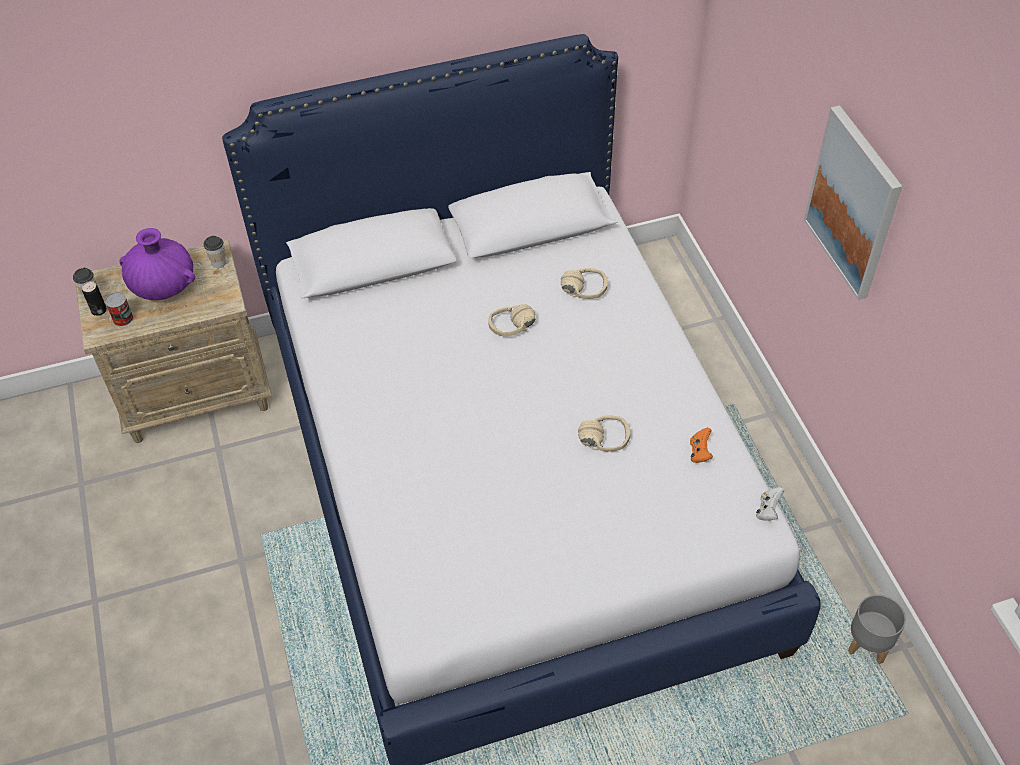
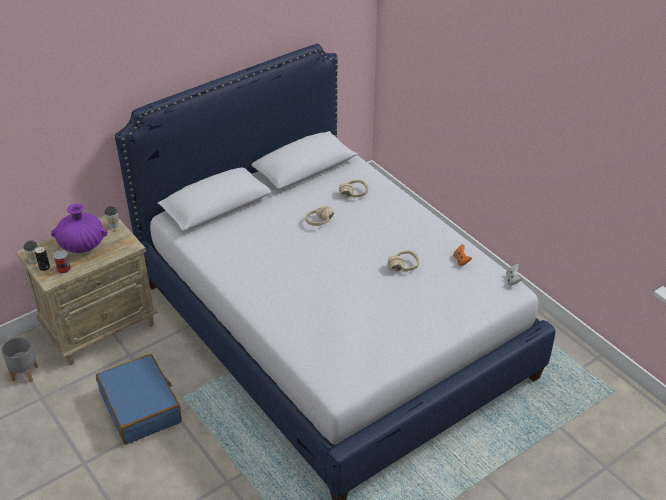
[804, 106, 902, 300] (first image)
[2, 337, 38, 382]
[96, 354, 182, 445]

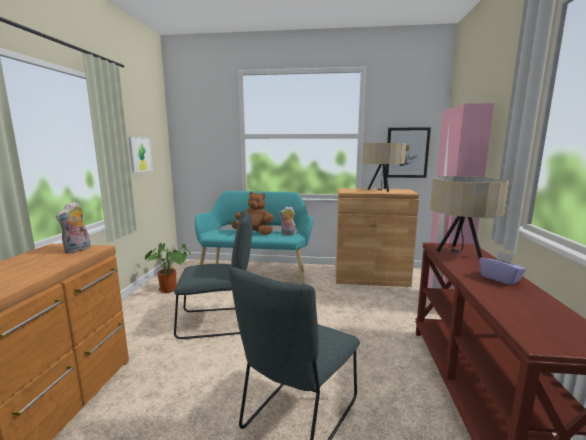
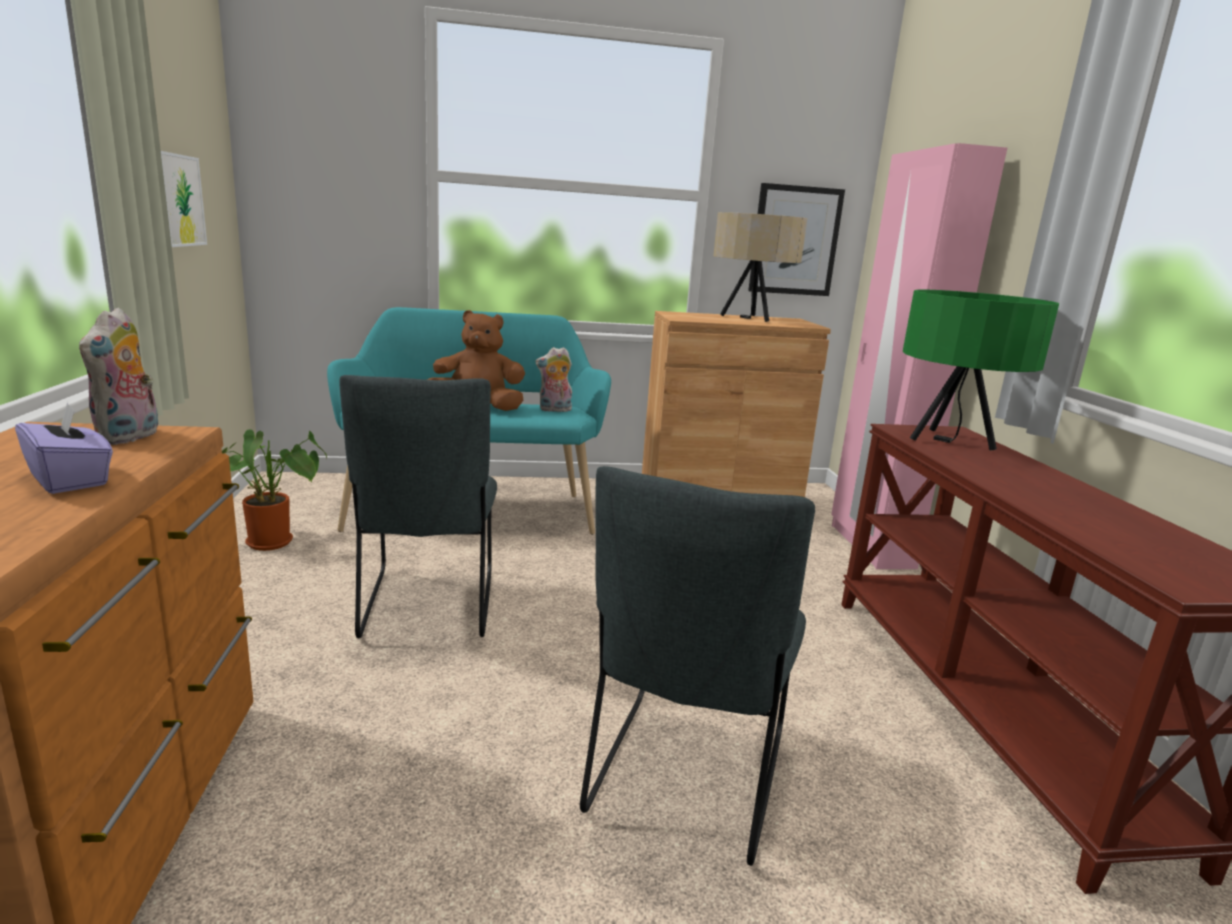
[339, 375, 497, 639]
[903, 290, 1059, 450]
[15, 402, 113, 494]

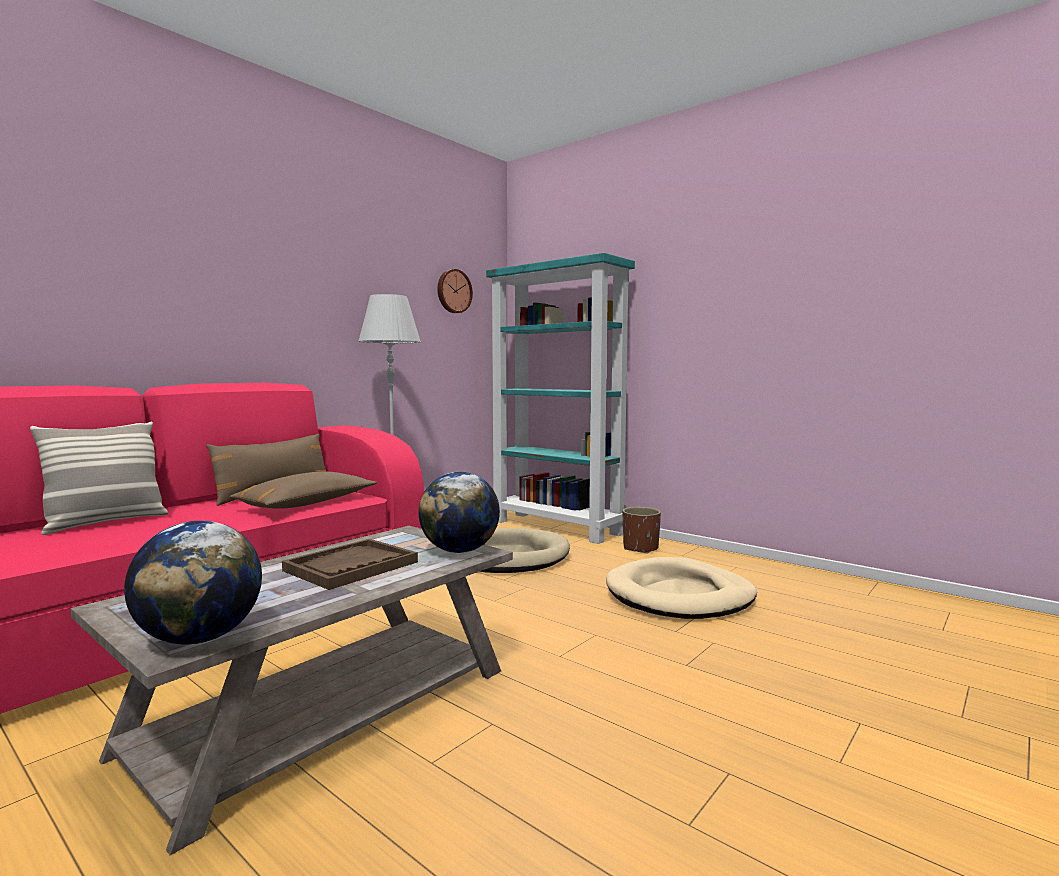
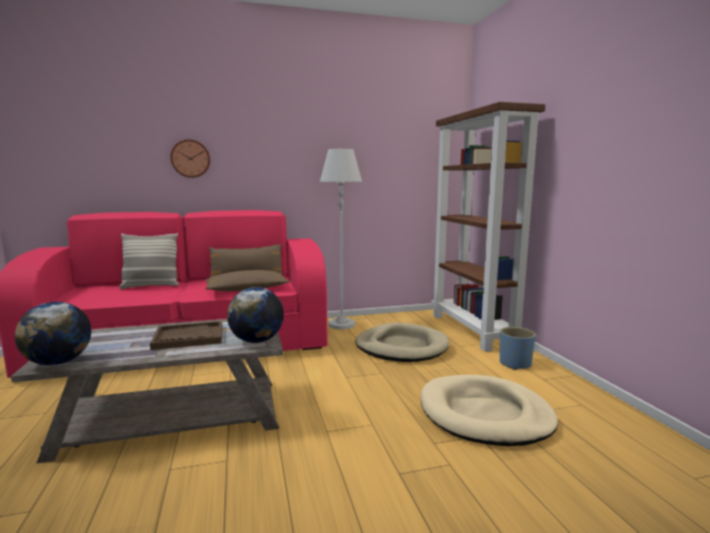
[171, 139, 210, 178]
[431, 102, 546, 352]
[500, 327, 536, 370]

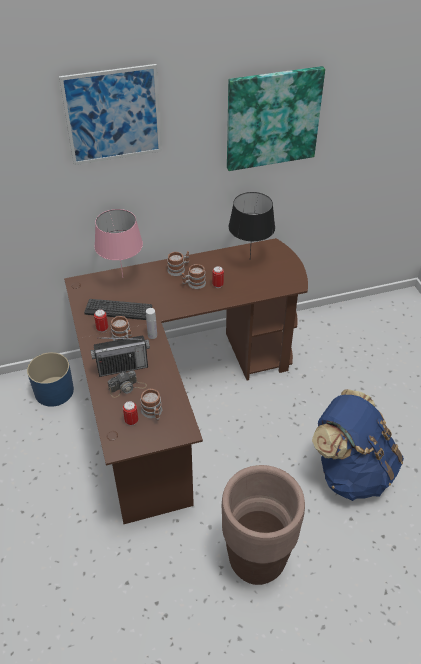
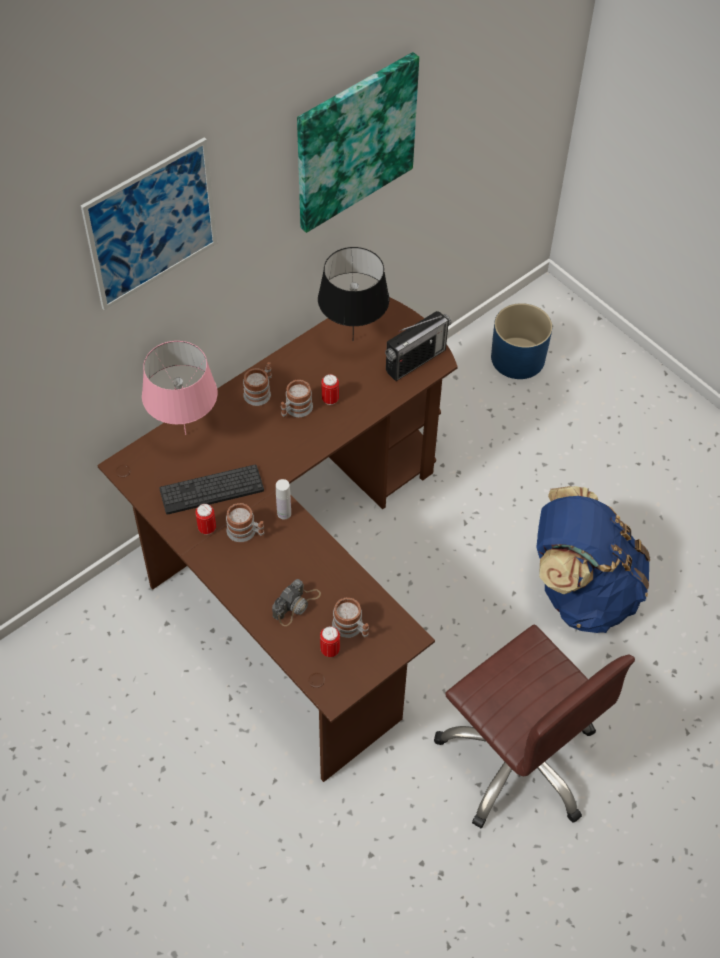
[491, 303, 552, 379]
[385, 311, 452, 381]
[434, 625, 635, 828]

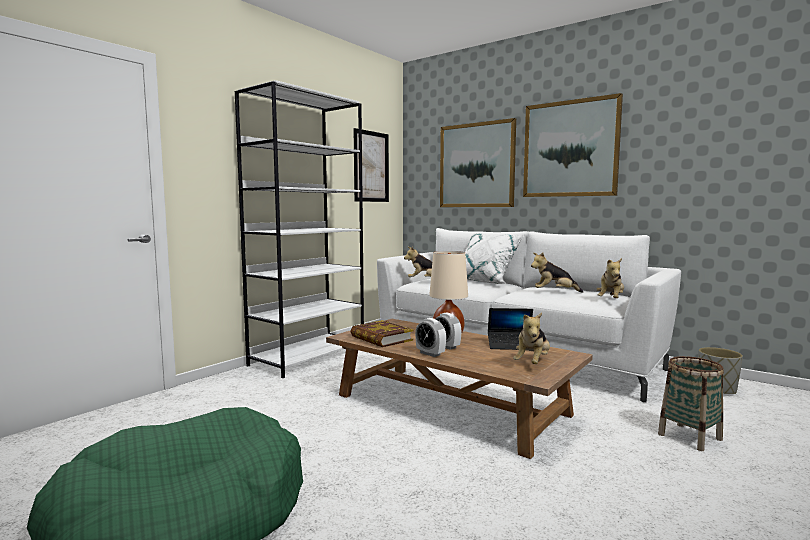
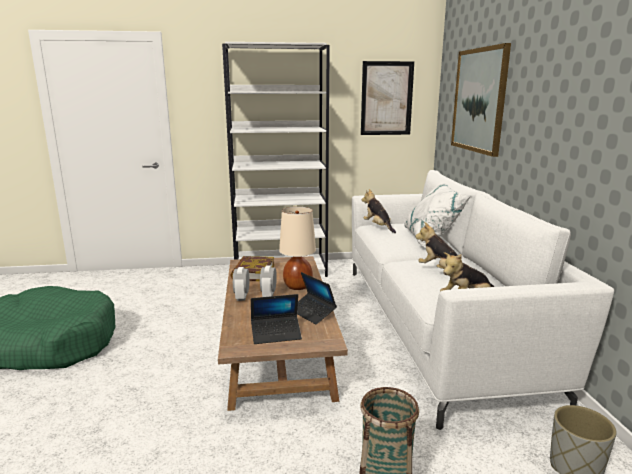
[251, 294, 302, 344]
[523, 93, 623, 197] (first image)

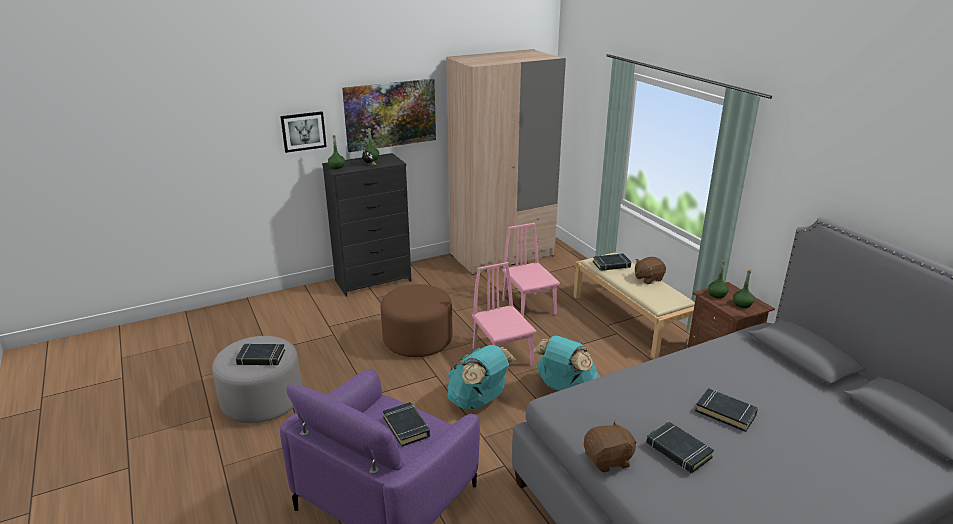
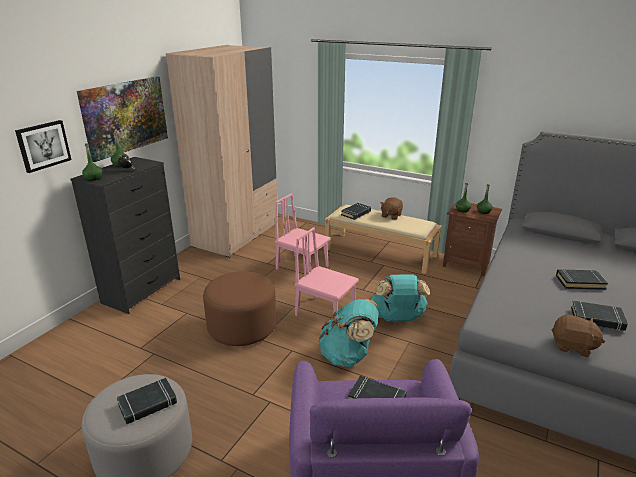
[551, 314, 605, 357]

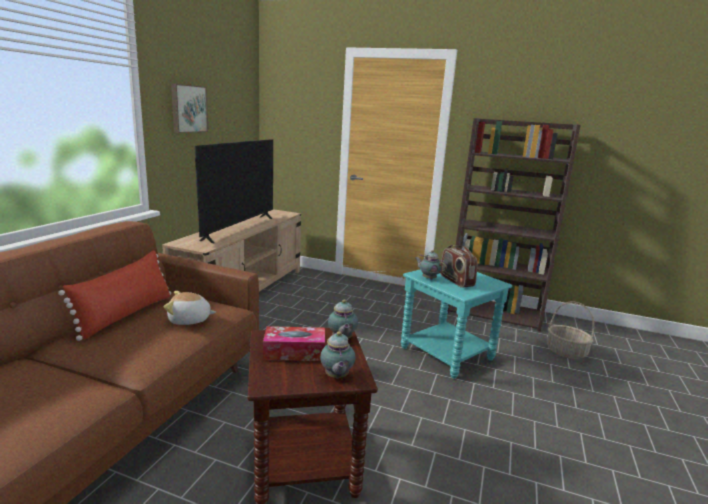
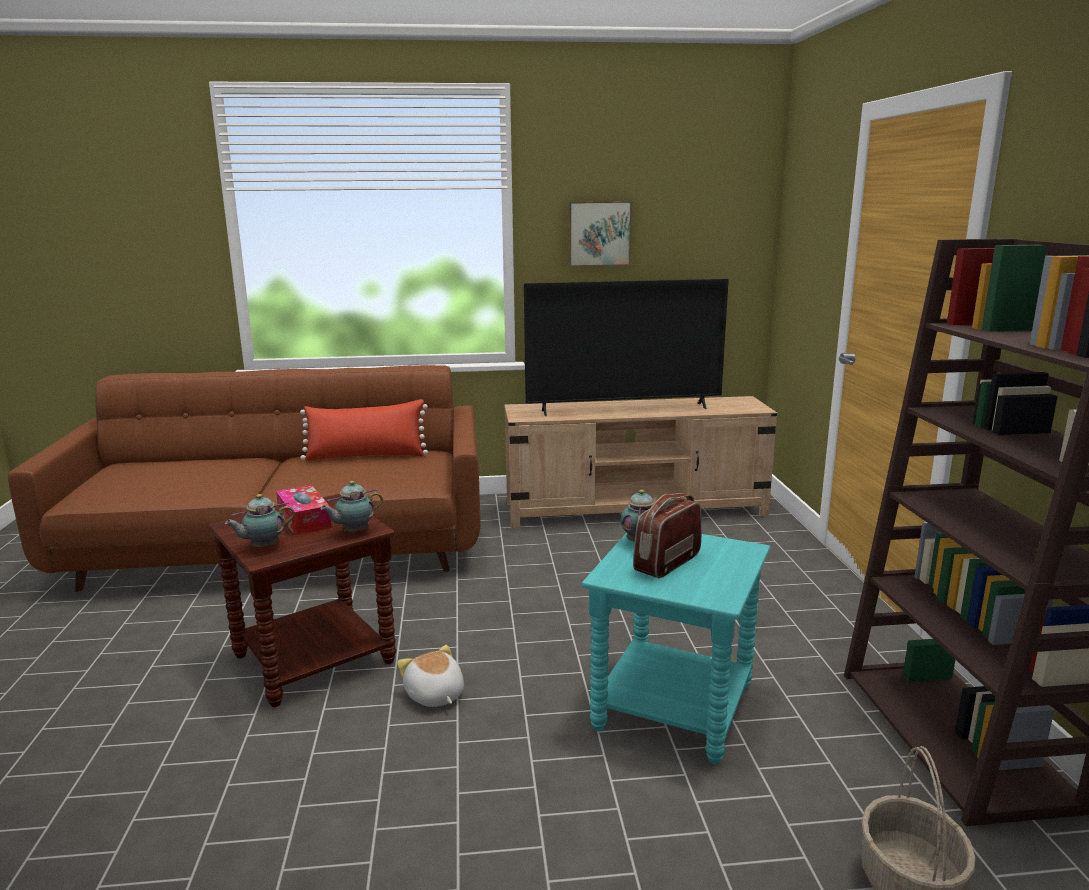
[397, 645, 464, 707]

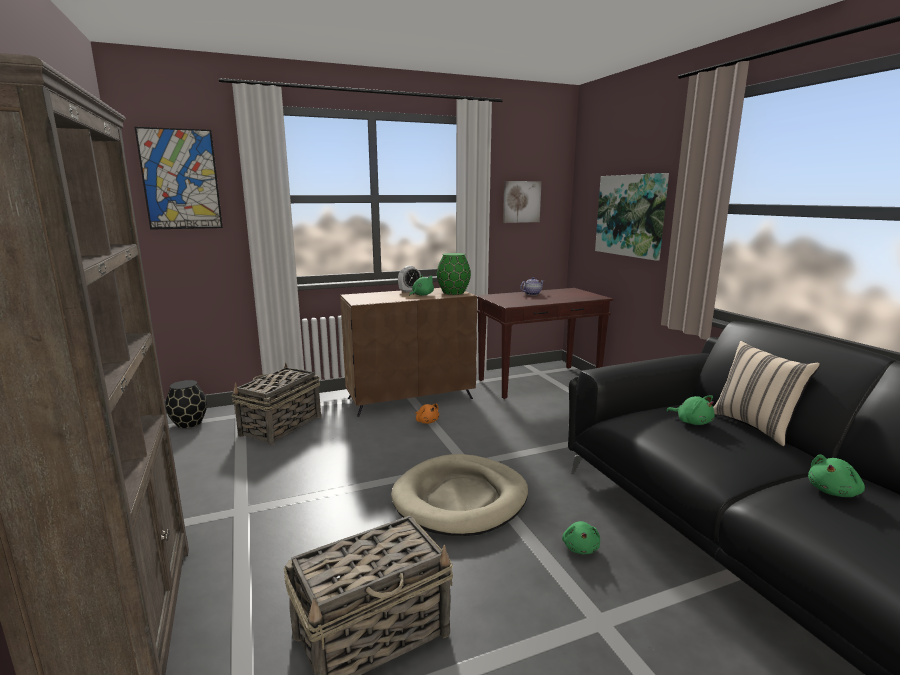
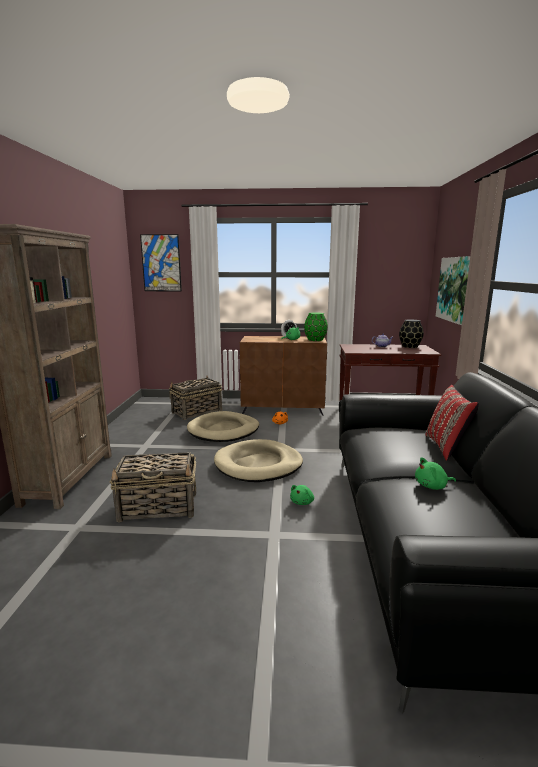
[399, 320, 424, 348]
[503, 181, 542, 223] (first image)
[666, 396, 715, 425] (first image)
[425, 385, 479, 461]
[187, 411, 259, 442]

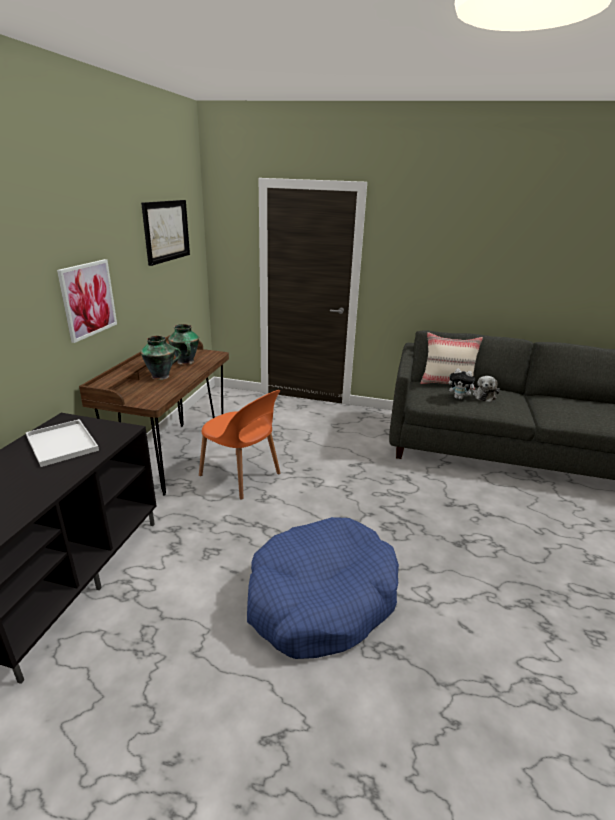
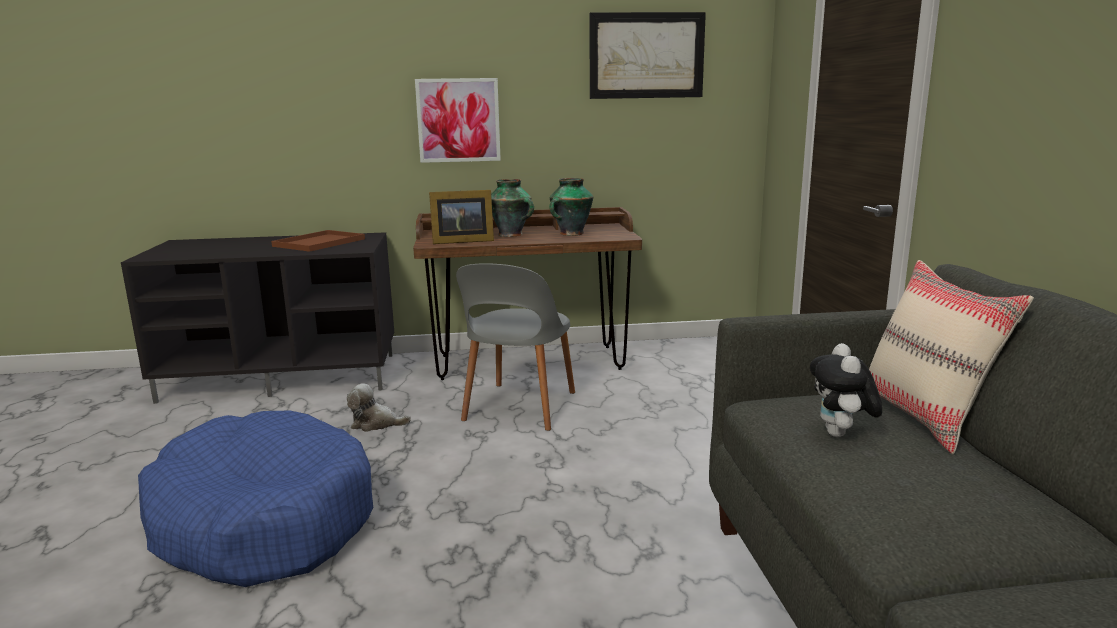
[271, 230, 365, 252]
[456, 263, 575, 431]
[347, 383, 411, 432]
[429, 190, 494, 244]

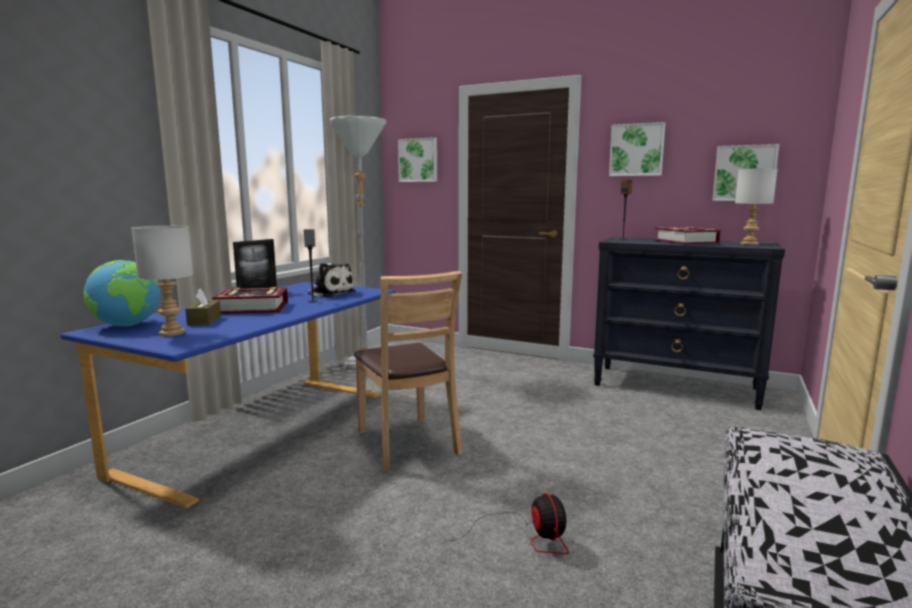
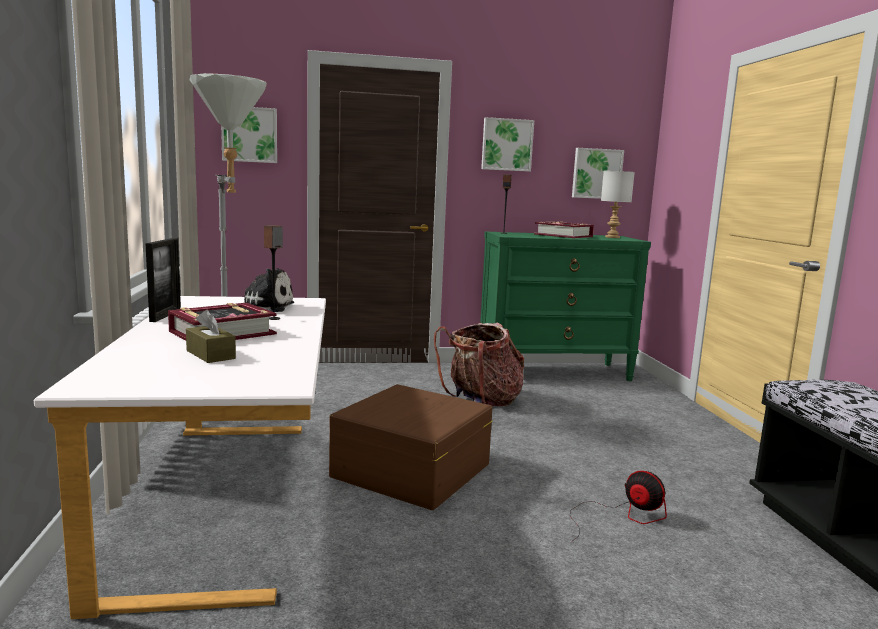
[34, 296, 326, 619]
[84, 260, 160, 326] (first image)
[132, 226, 193, 336] (first image)
[329, 384, 493, 510]
[480, 231, 651, 381]
[434, 323, 524, 406]

